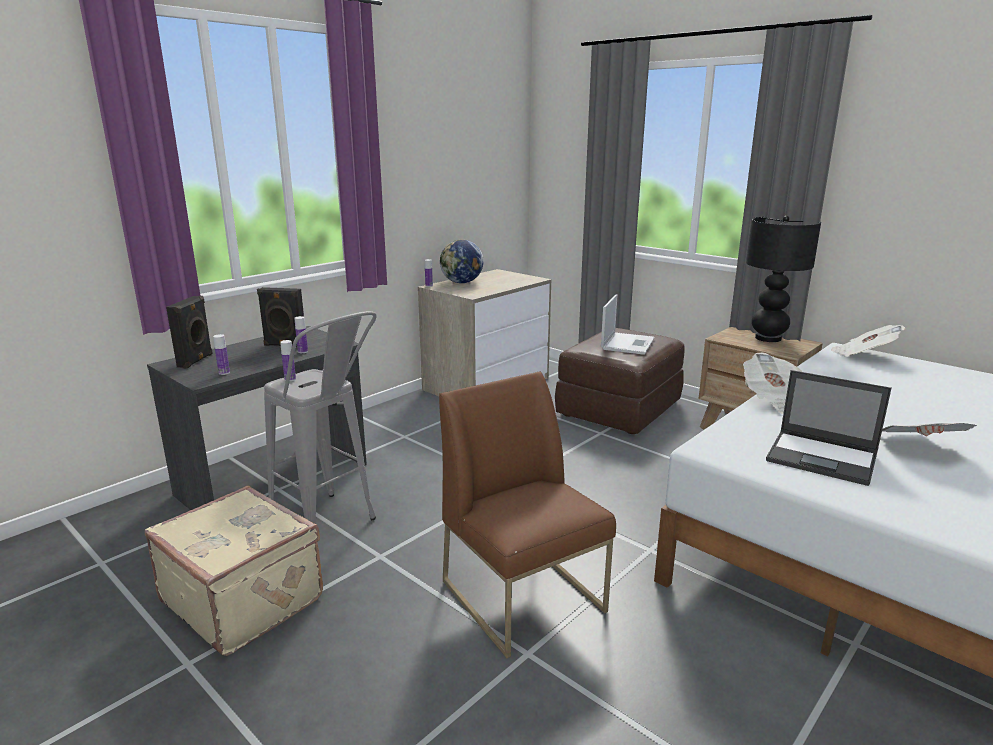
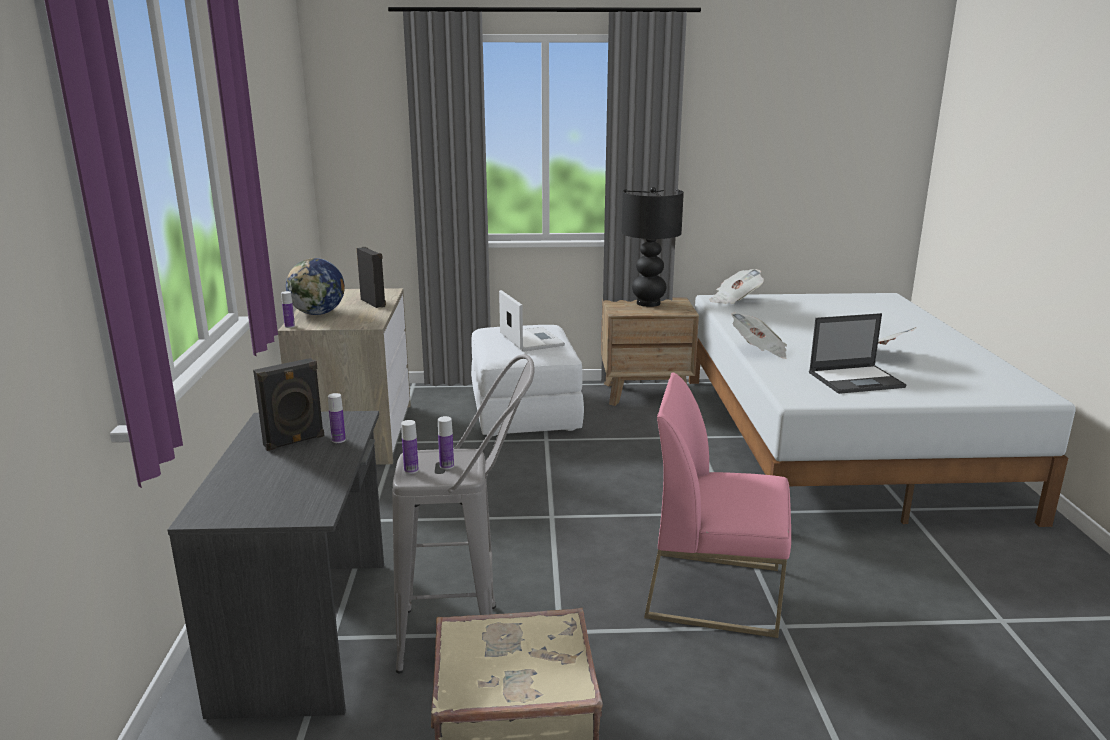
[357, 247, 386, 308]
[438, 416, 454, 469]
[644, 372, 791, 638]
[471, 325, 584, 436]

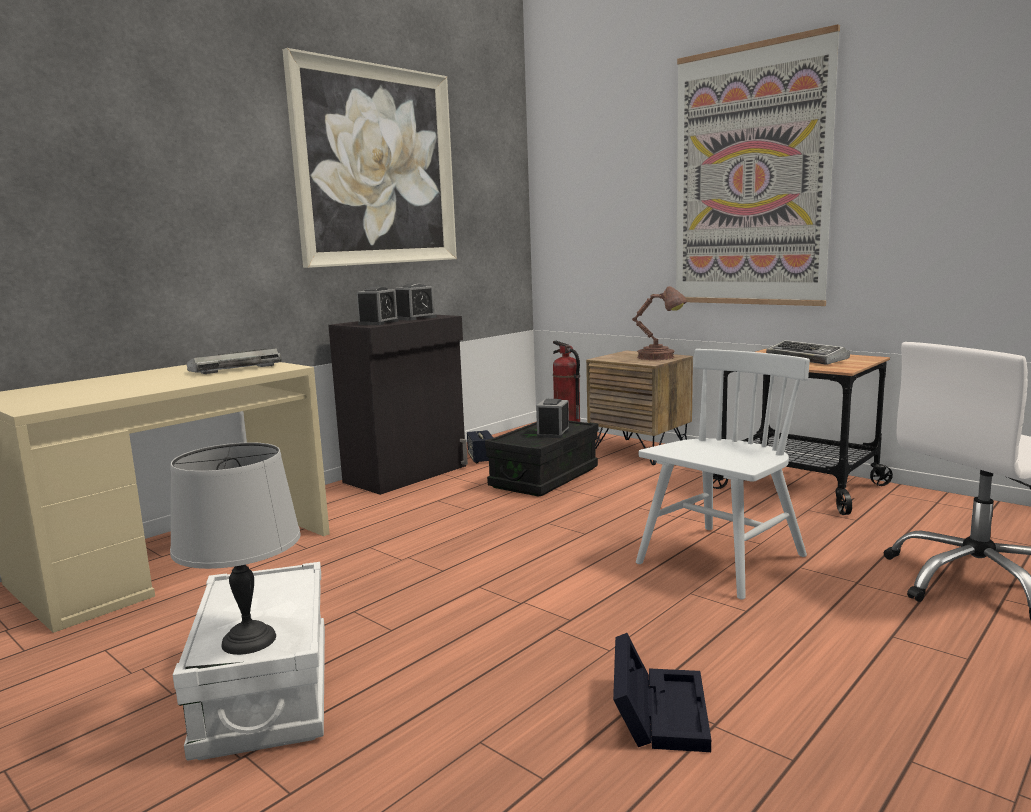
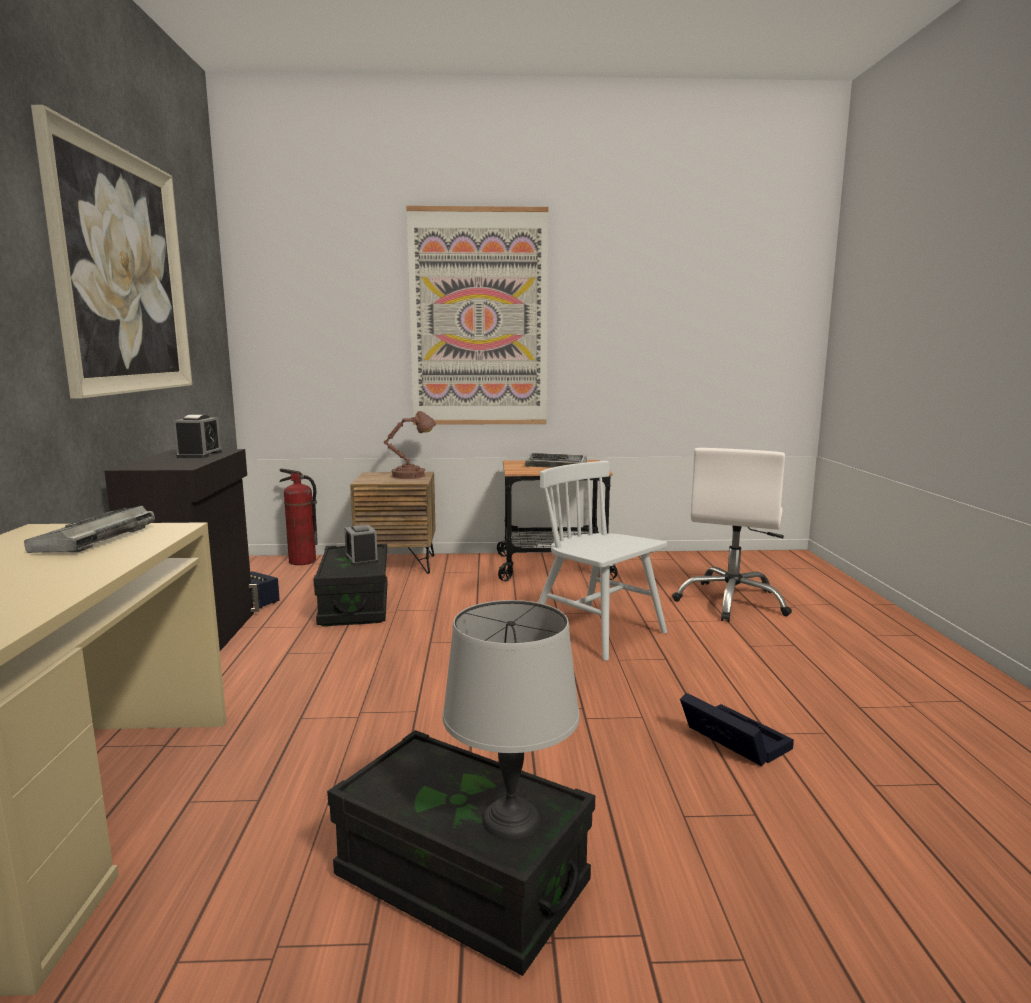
[327, 730, 595, 976]
[357, 287, 398, 325] (first image)
[538, 461, 667, 661]

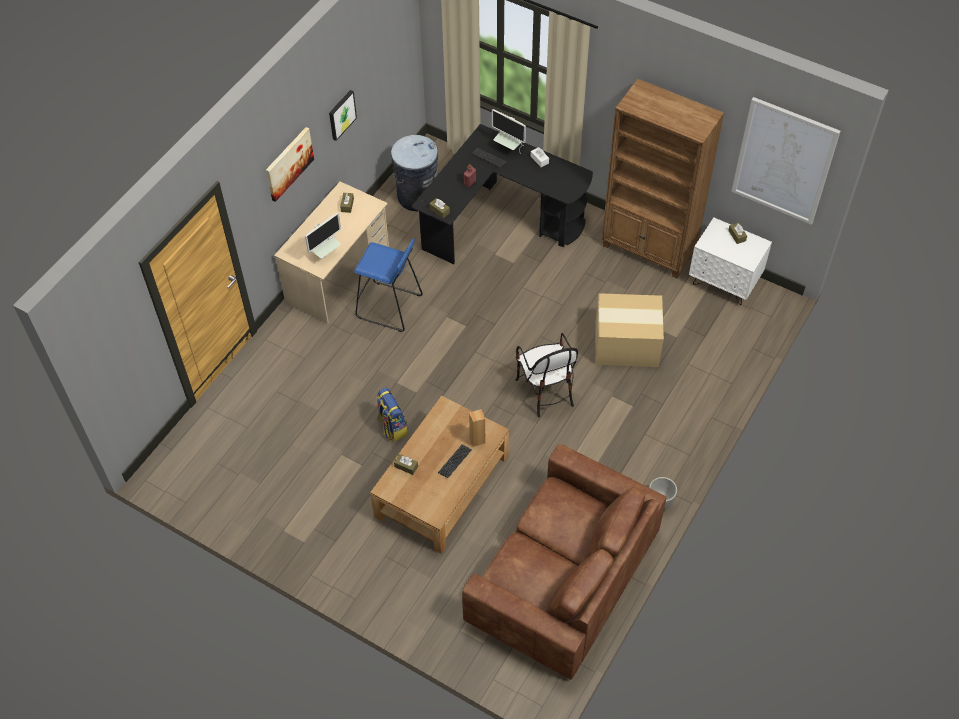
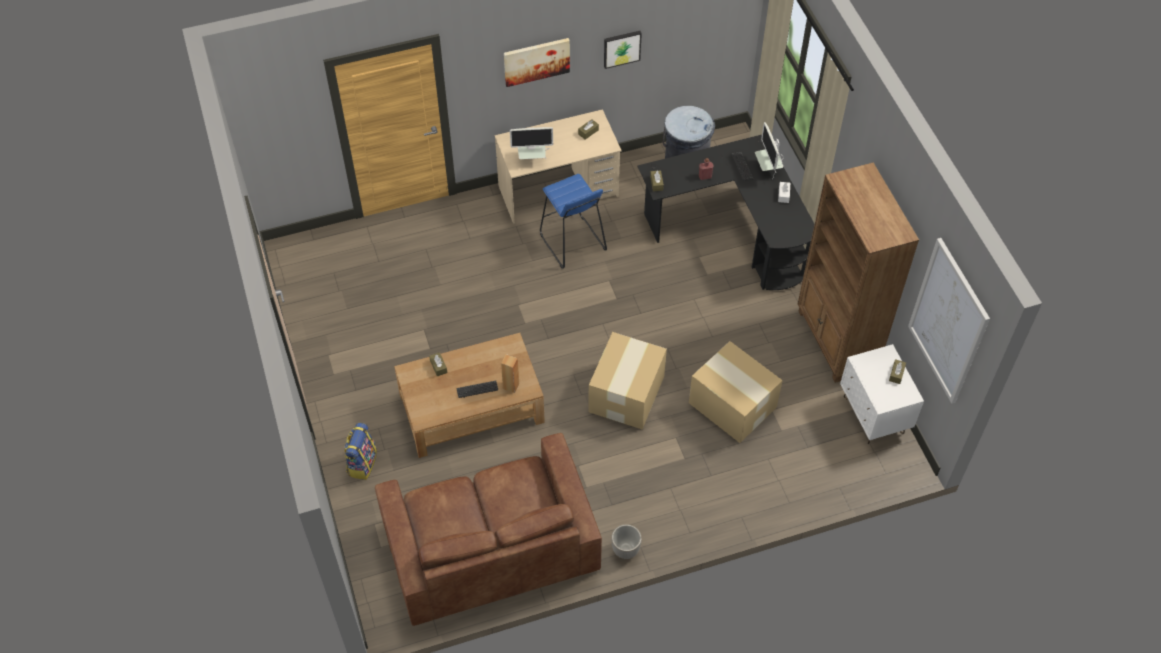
[344, 423, 377, 480]
[588, 332, 667, 429]

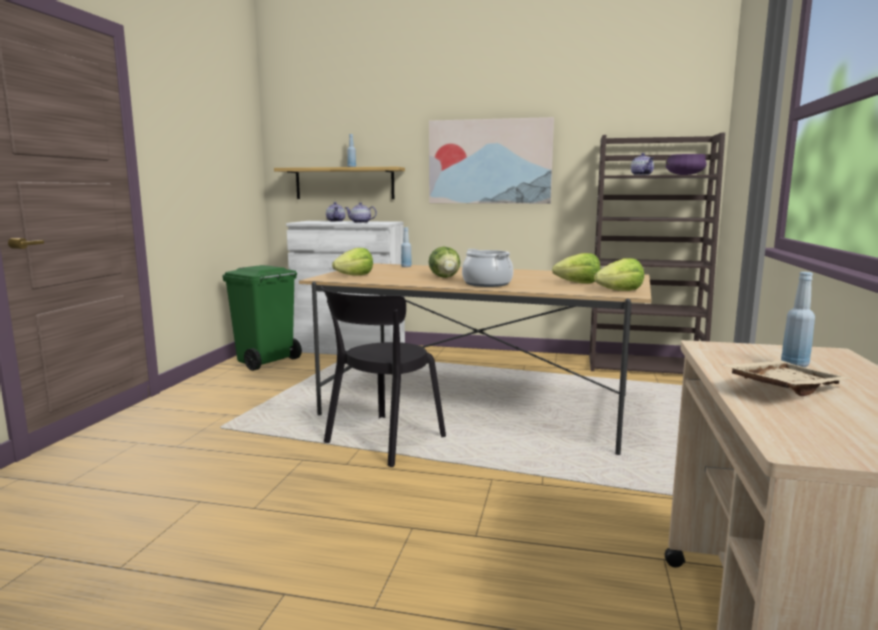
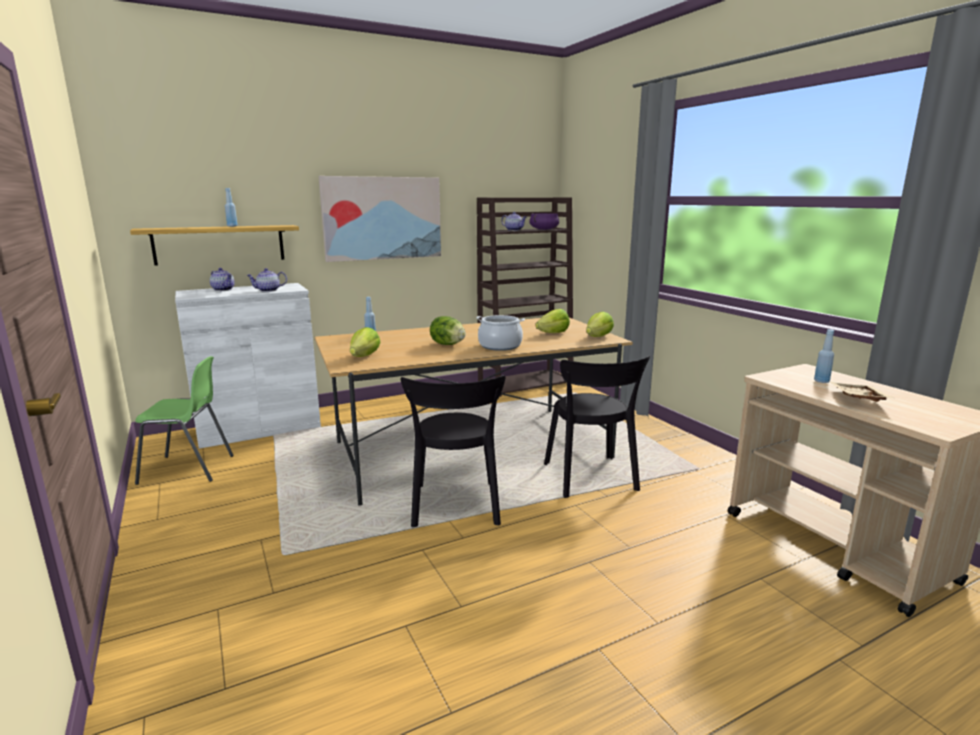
[135, 356, 234, 485]
[544, 355, 650, 498]

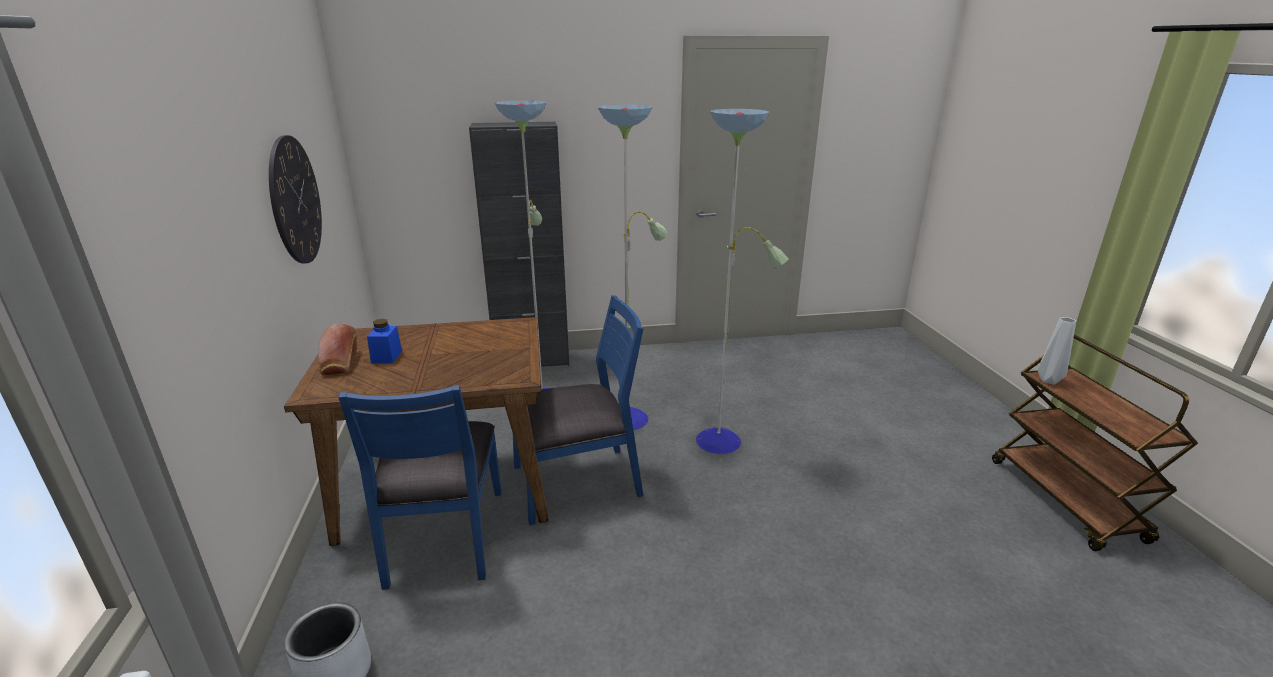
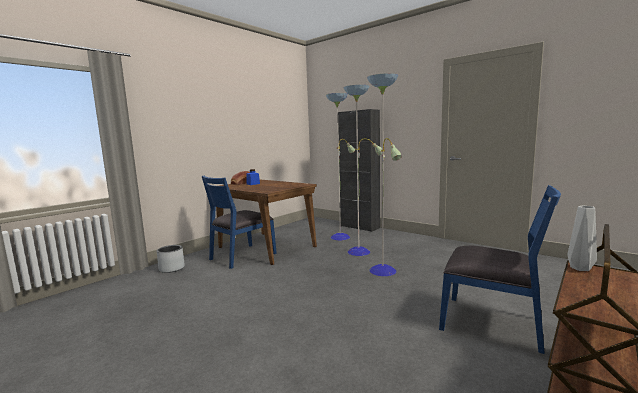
[269, 135, 322, 264] (first image)
[439, 185, 561, 354]

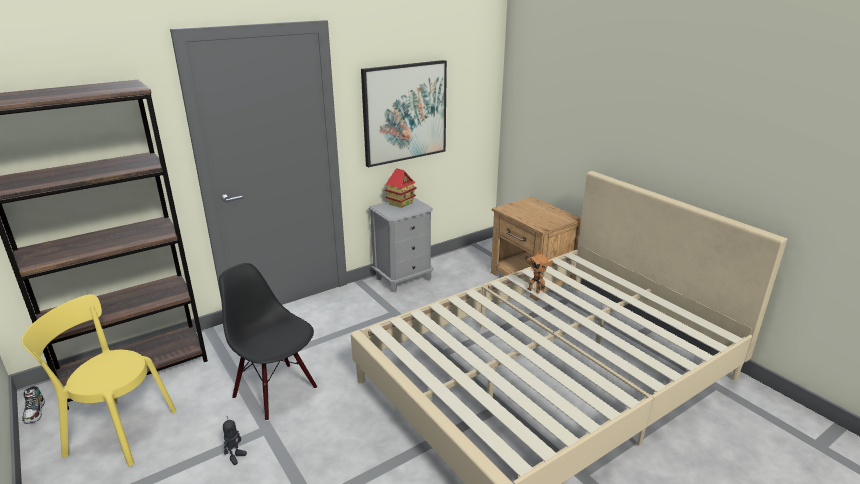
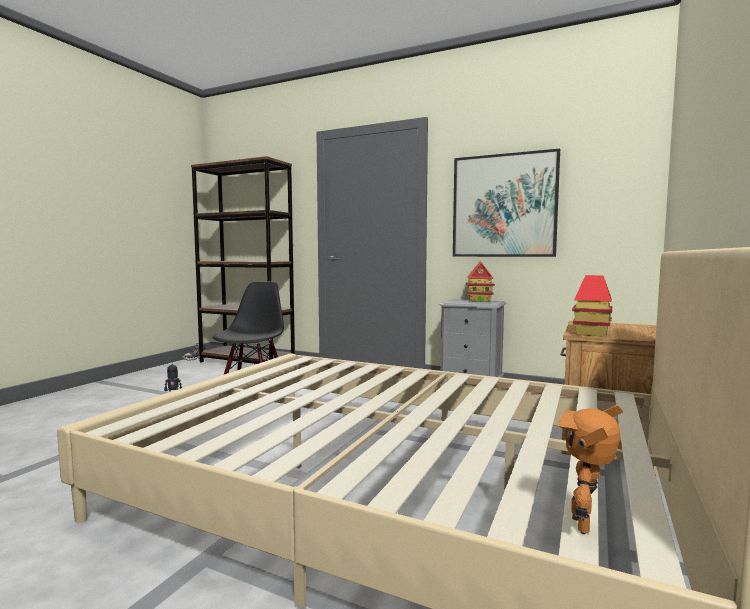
[22, 294, 176, 466] (first image)
[558, 405, 623, 534]
[572, 275, 612, 337]

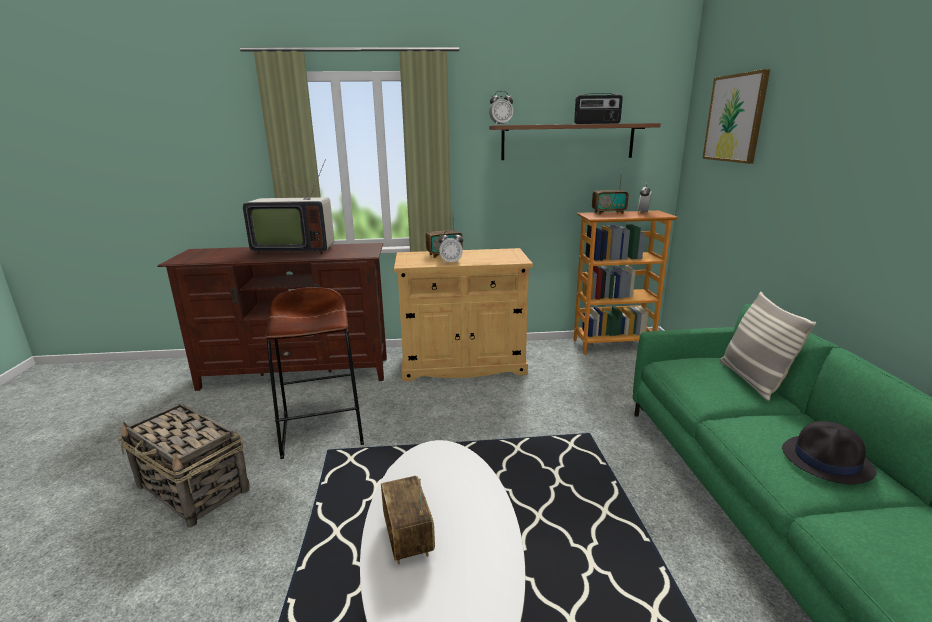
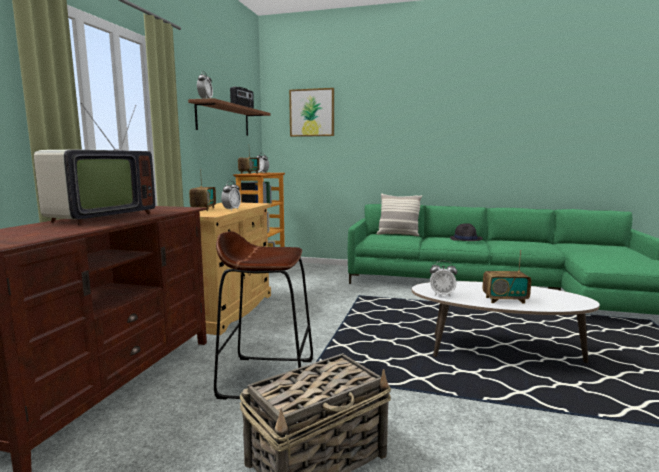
[430, 261, 457, 297]

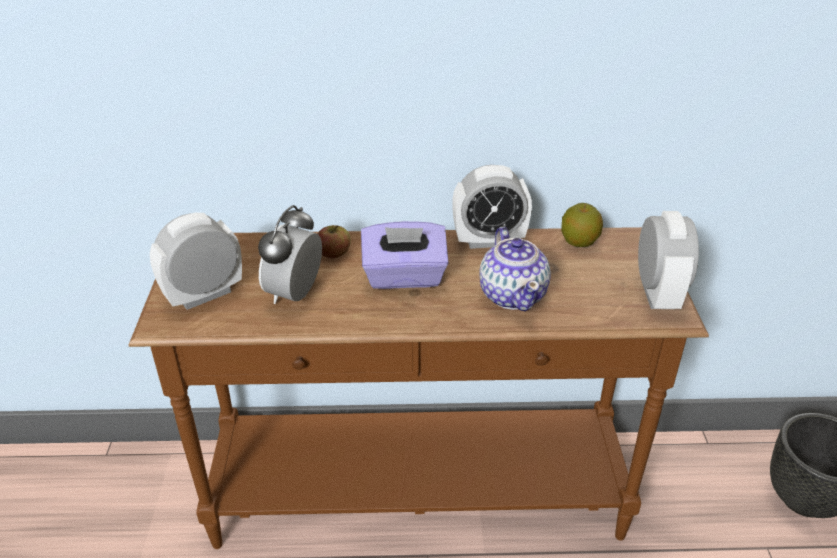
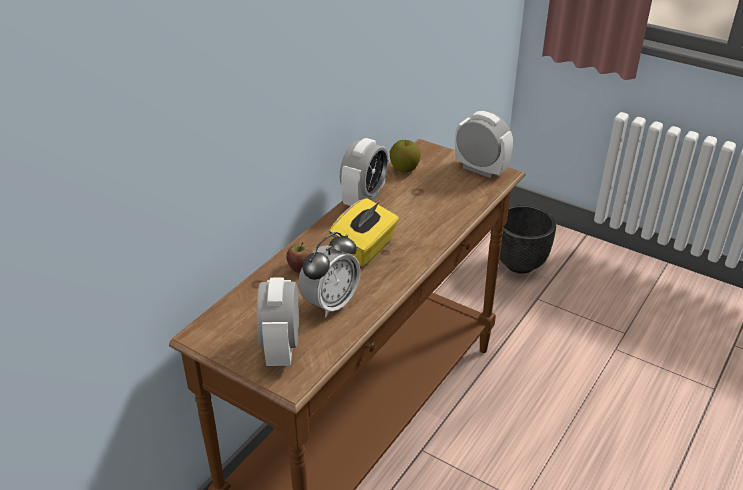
[298, 232, 360, 318]
[329, 198, 399, 267]
[479, 227, 551, 311] (first image)

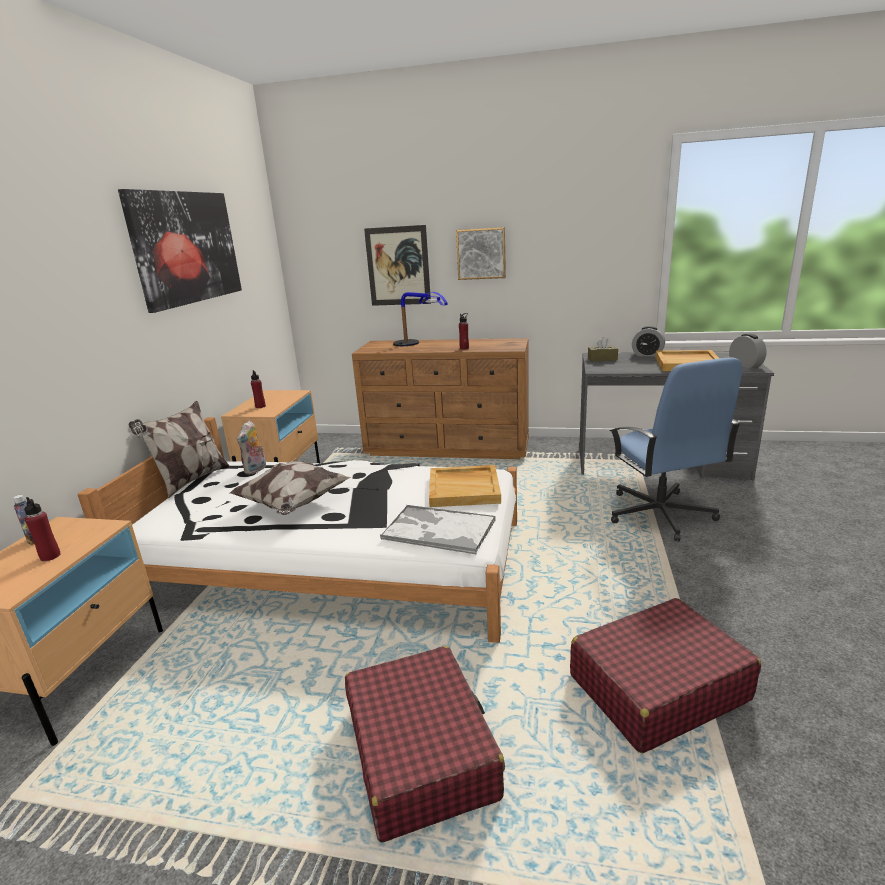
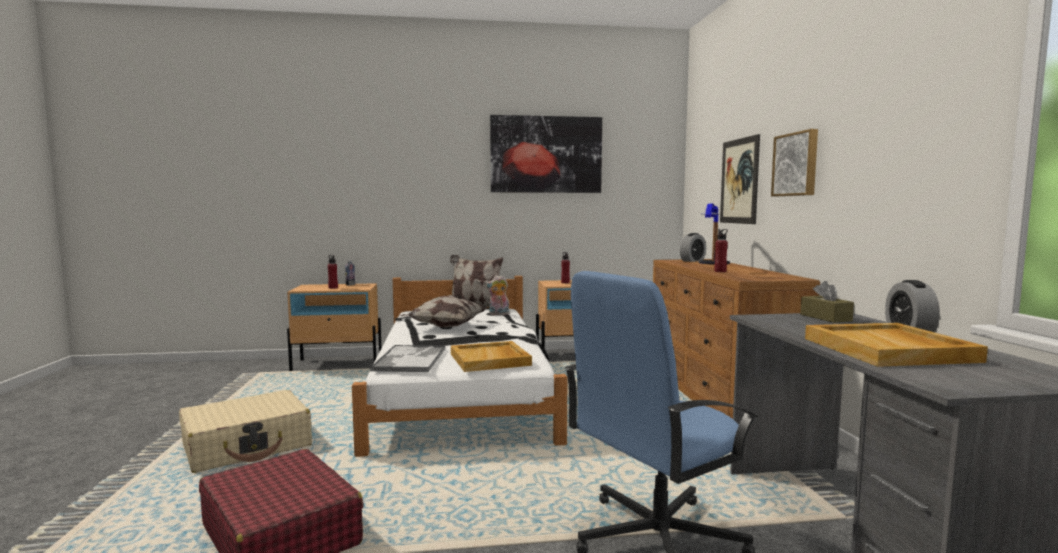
[179, 390, 312, 473]
[680, 233, 706, 262]

